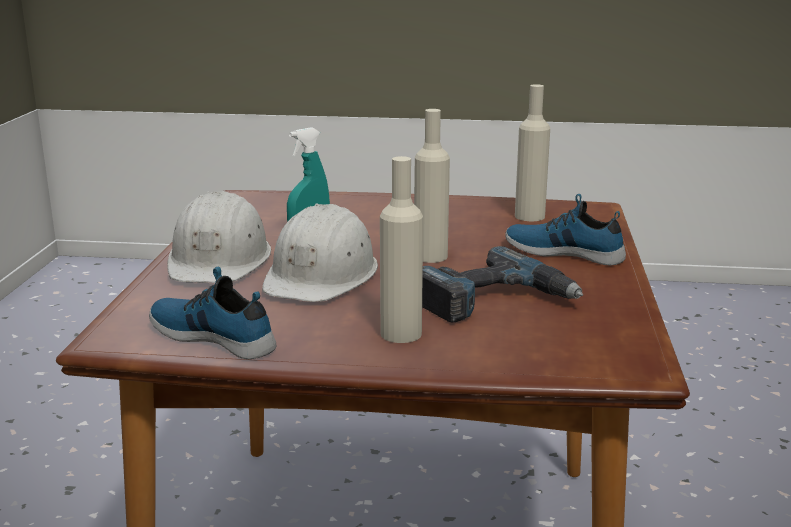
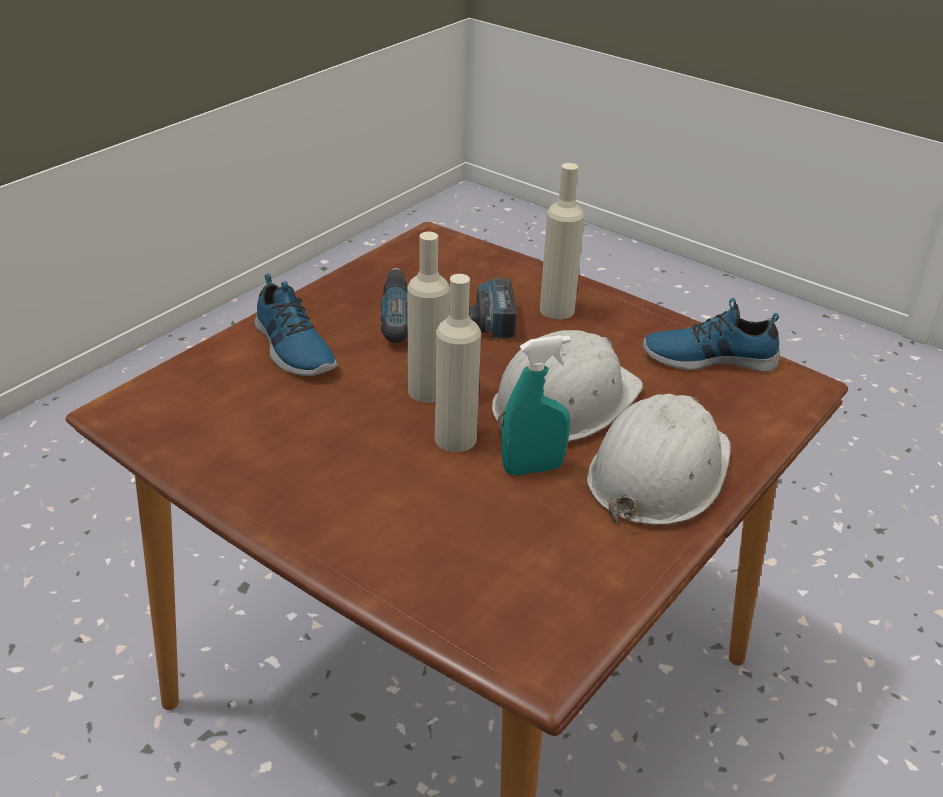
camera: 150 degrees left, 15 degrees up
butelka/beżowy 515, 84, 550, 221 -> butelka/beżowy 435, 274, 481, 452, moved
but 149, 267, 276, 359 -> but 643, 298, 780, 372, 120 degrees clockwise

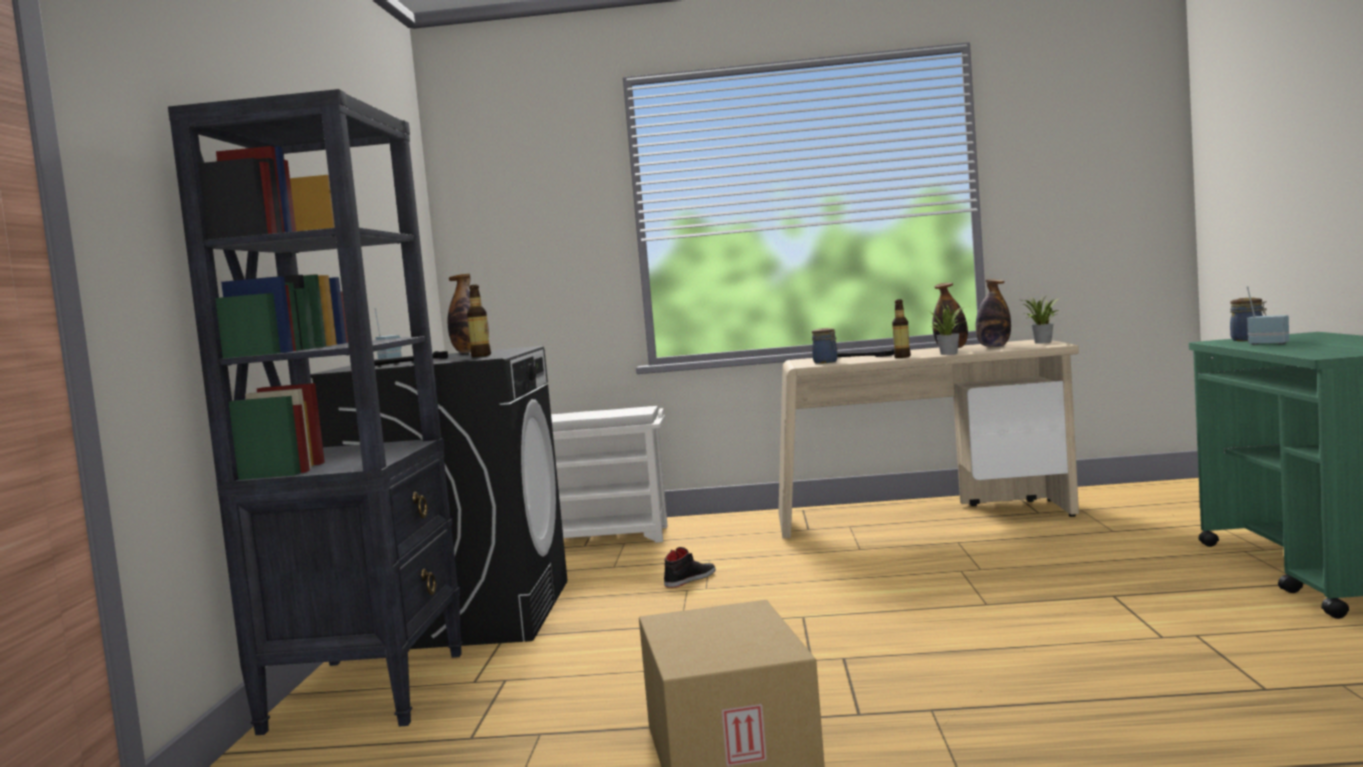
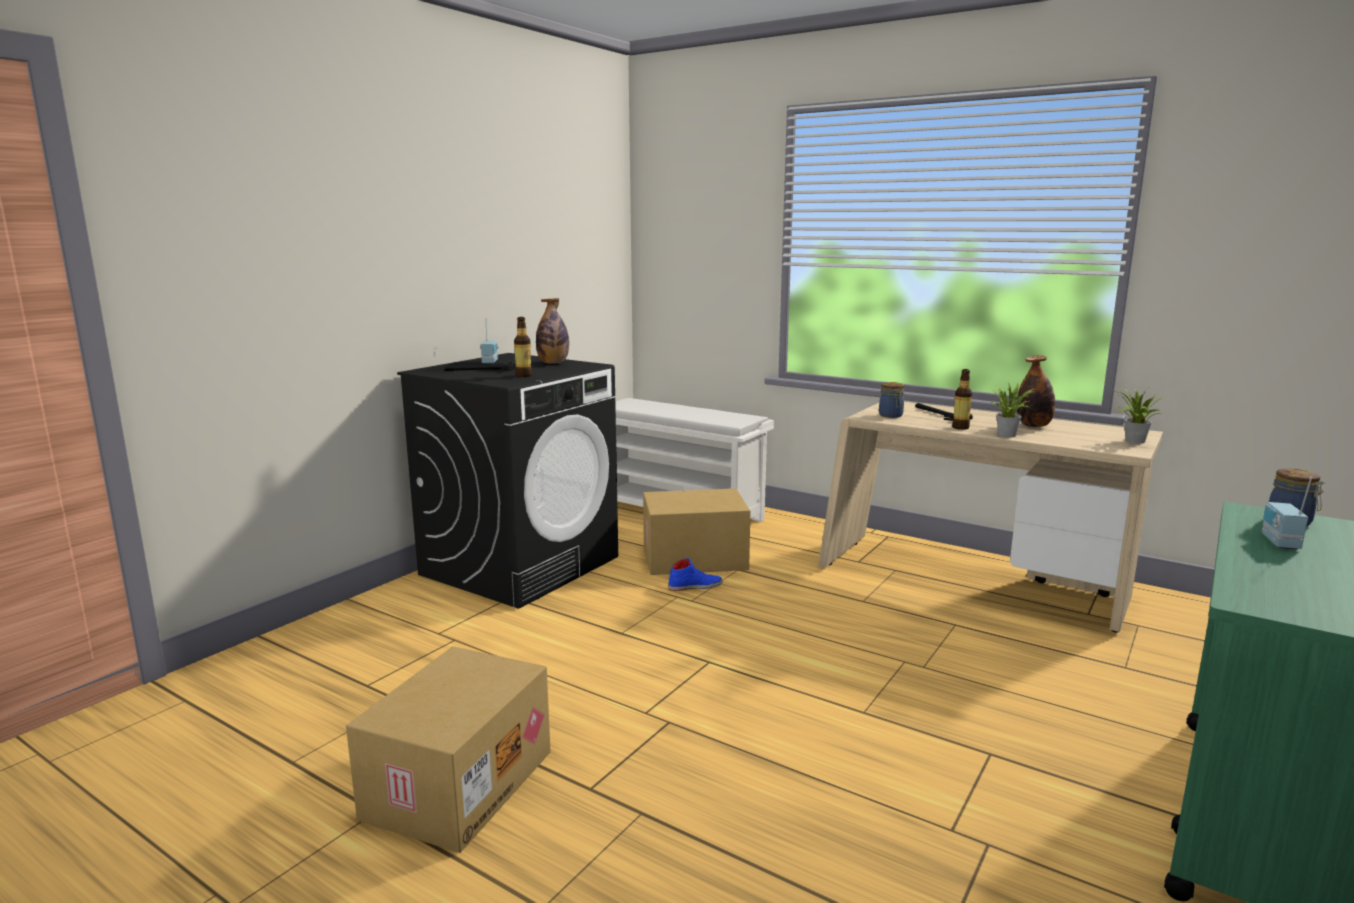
camera: 30 degrees right, 10 degrees up
regał/czarny 168, 89, 463, 735 -> none
butelka 976, 280, 1011, 347 -> none
radio 1247, 286, 1289, 345 -> radio 1262, 477, 1313, 550, 150 degrees counterclockwise
but/czarny 664, 547, 716, 588 -> but/niebieski 668, 558, 723, 591
none -> karton 643, 488, 751, 575

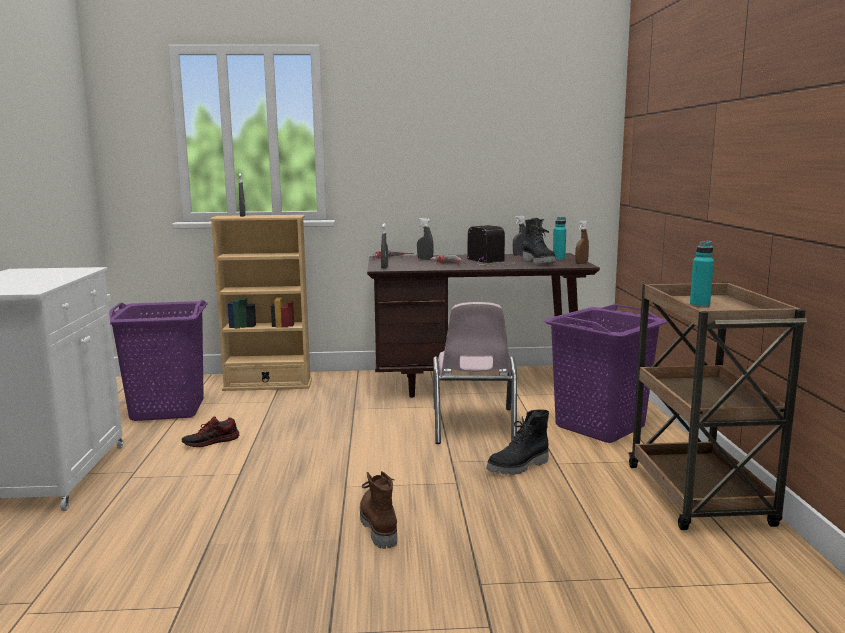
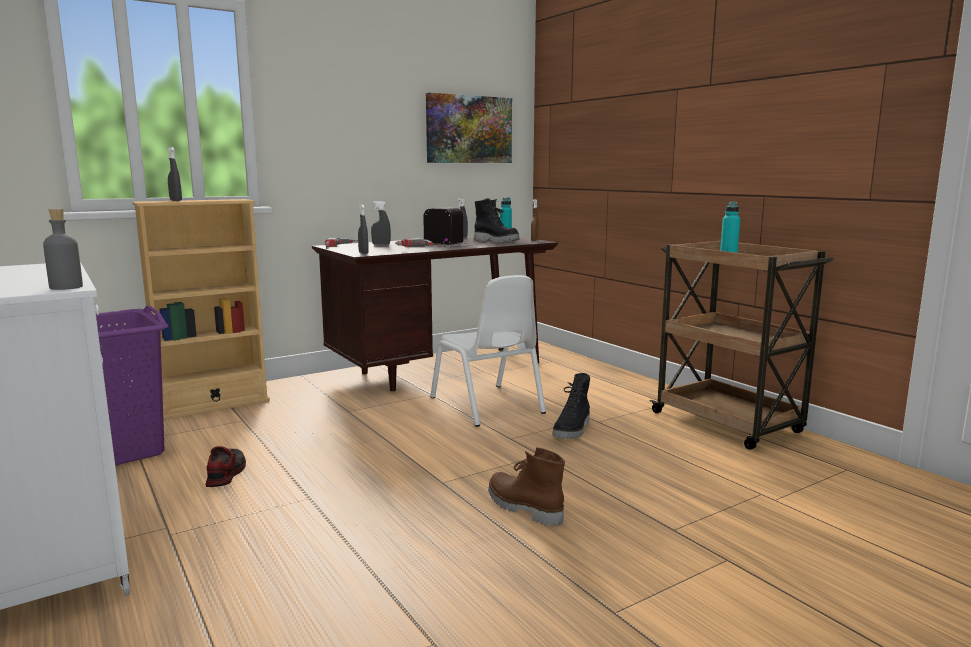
camera: 30 degrees left, 0 degrees up
krzesło/różowy 433, 302, 517, 444 -> krzesło/biały 430, 275, 546, 427
kosz na pranie/fioletowy 544, 304, 668, 443 -> none
but 182, 416, 239, 447 -> but 206, 446, 246, 487, 150 degrees clockwise
none -> obraz 426, 93, 512, 163
none -> butelka/szary 43, 209, 83, 290

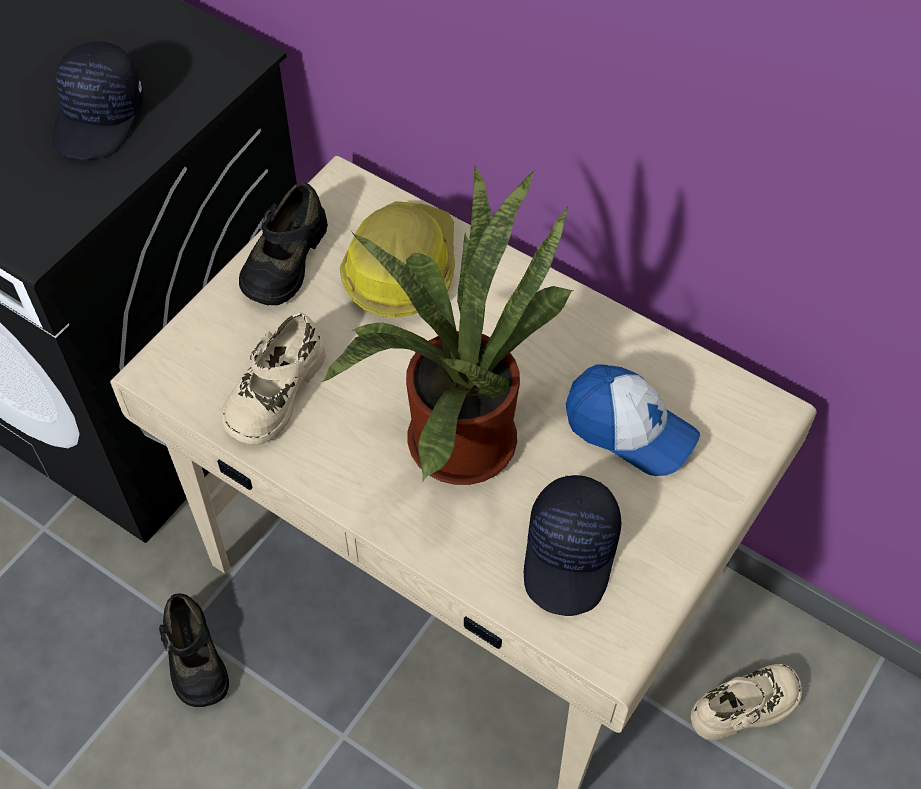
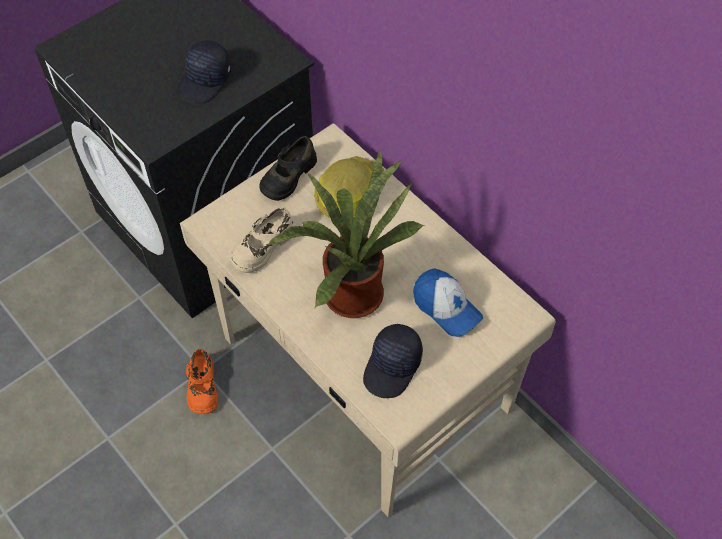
camera: 15 degrees right, 0 degrees up
but/czarny 159, 593, 229, 707 -> but/pomarańczowy 186, 349, 218, 414
but/beżowy 690, 664, 802, 740 -> none

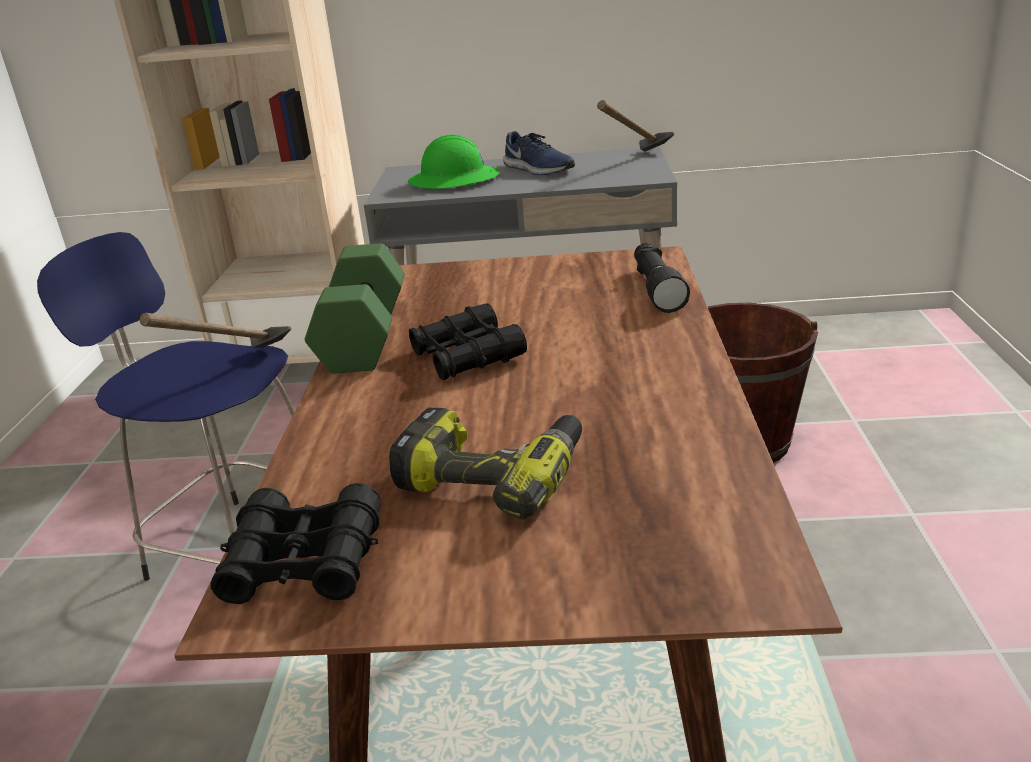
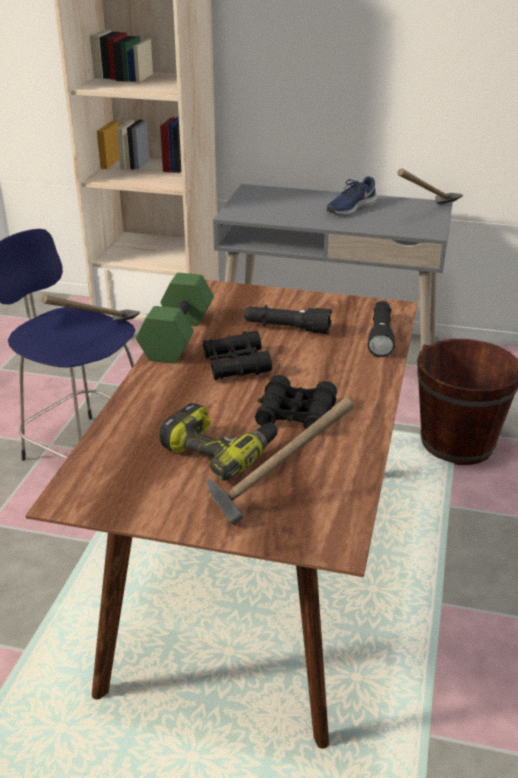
camera: 10 degrees right, 5 degrees up
but/niebieski 503, 131, 575, 175 -> but/niebieski 326, 176, 377, 216, 75 degrees clockwise
kask/zielony 408, 135, 500, 189 -> none
lornetka/czarny 211, 483, 381, 604 -> lornetka/czarny 255, 375, 337, 430, moved
none -> latarka/czarny 244, 305, 332, 334
none -> młotek 206, 397, 355, 525

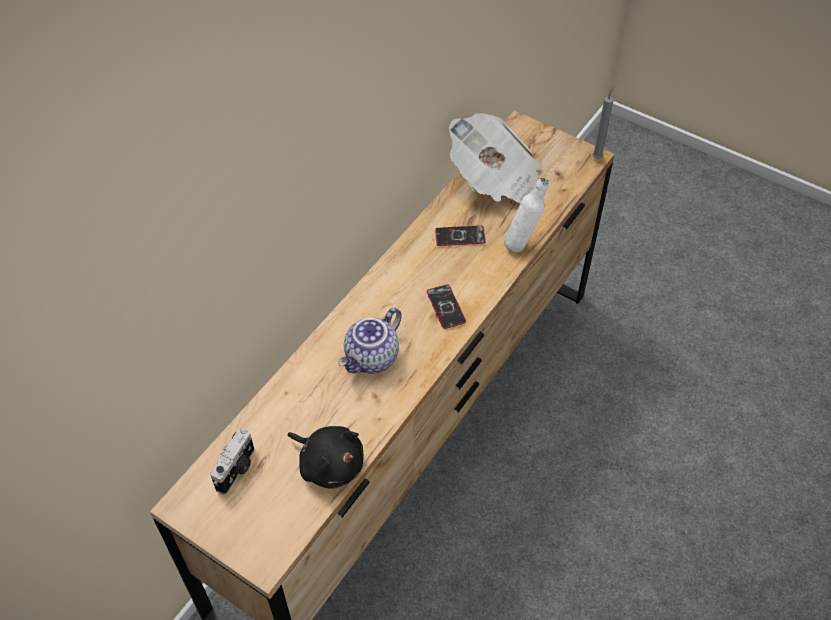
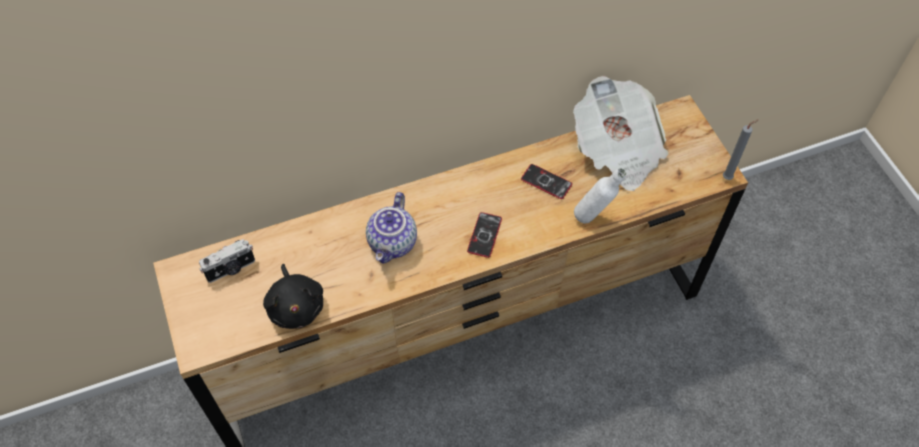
camera: 35 degrees right, 5 degrees up
imbryk 338, 308, 402, 374 -> imbryk 366, 192, 417, 263, 60 degrees counterclockwise

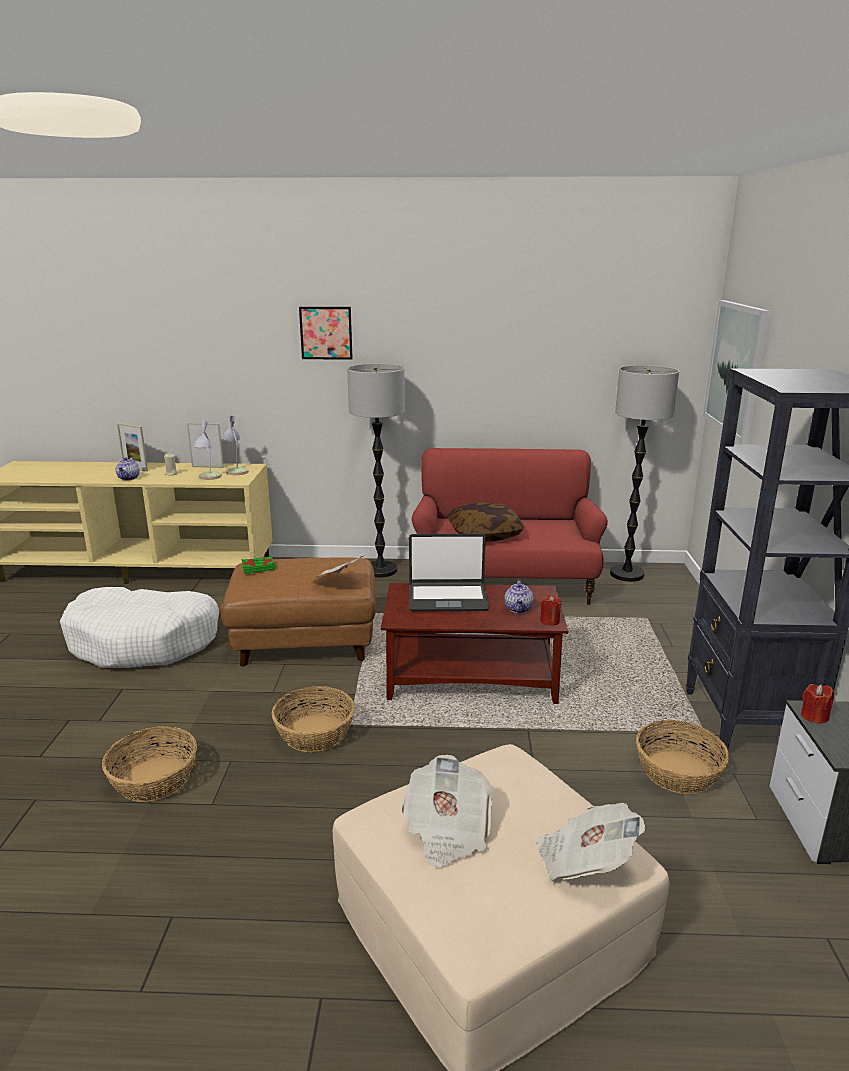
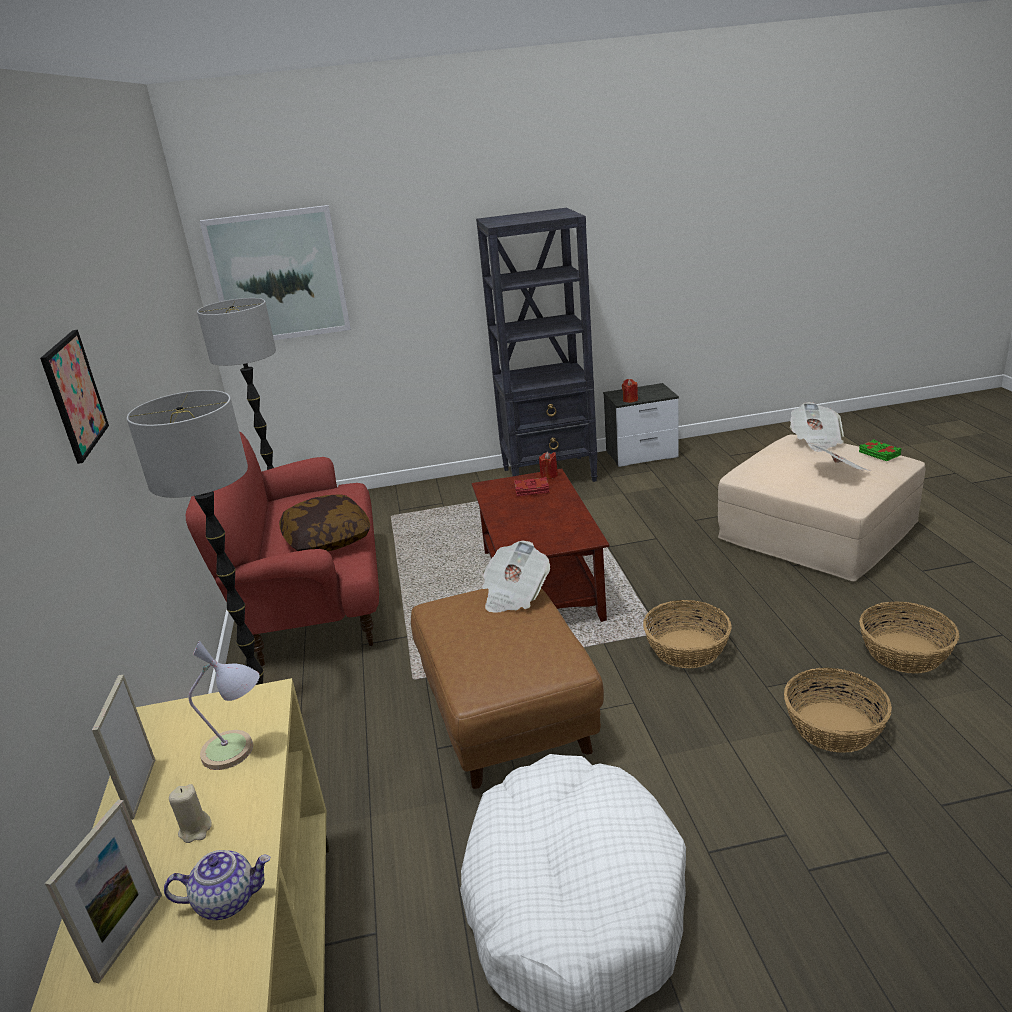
camera: 100 degrees left, 5 degrees up
lampa stołowa 223, 416, 249, 475 -> none
laptop 409, 534, 489, 612 -> none
książka/zielony 241, 556, 275, 574 -> książka/zielony 859, 439, 902, 461, moved
imbryk 504, 580, 534, 613 -> książka/czerwony 514, 477, 549, 496
koszyk 636, 720, 729, 794 -> koszyk 859, 602, 959, 674, moved

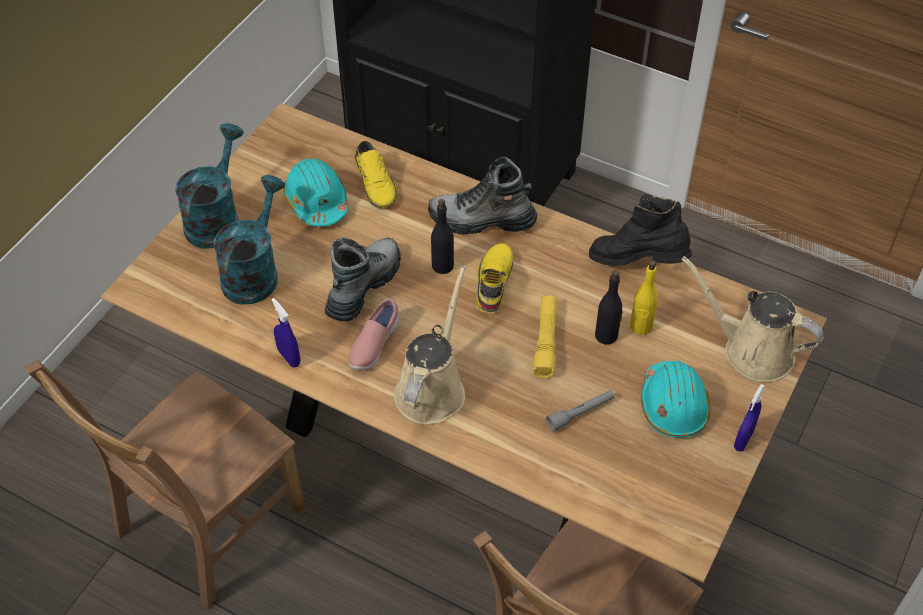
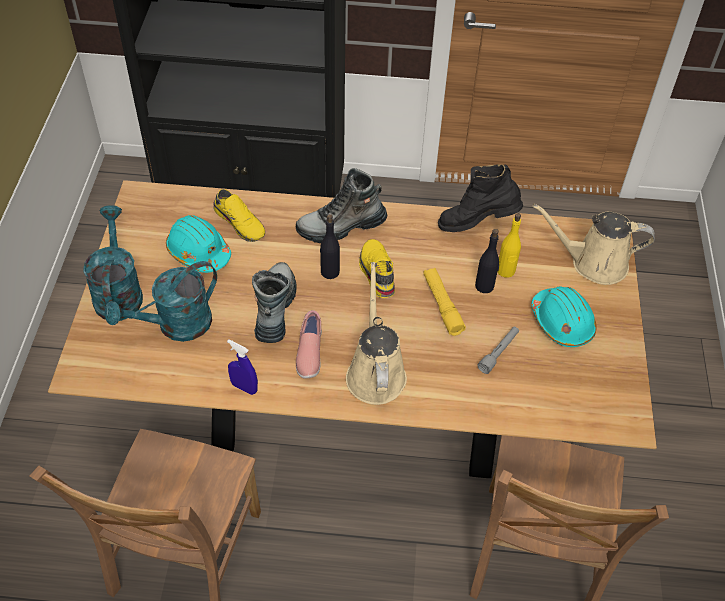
camera: 25 degrees left, 0 degrees up
konewka/turkusowy 214, 175, 285, 305 -> konewka/turkusowy 105, 261, 217, 342, 120 degrees counterclockwise
spryskiwacz/niebieski 734, 384, 765, 452 -> none

